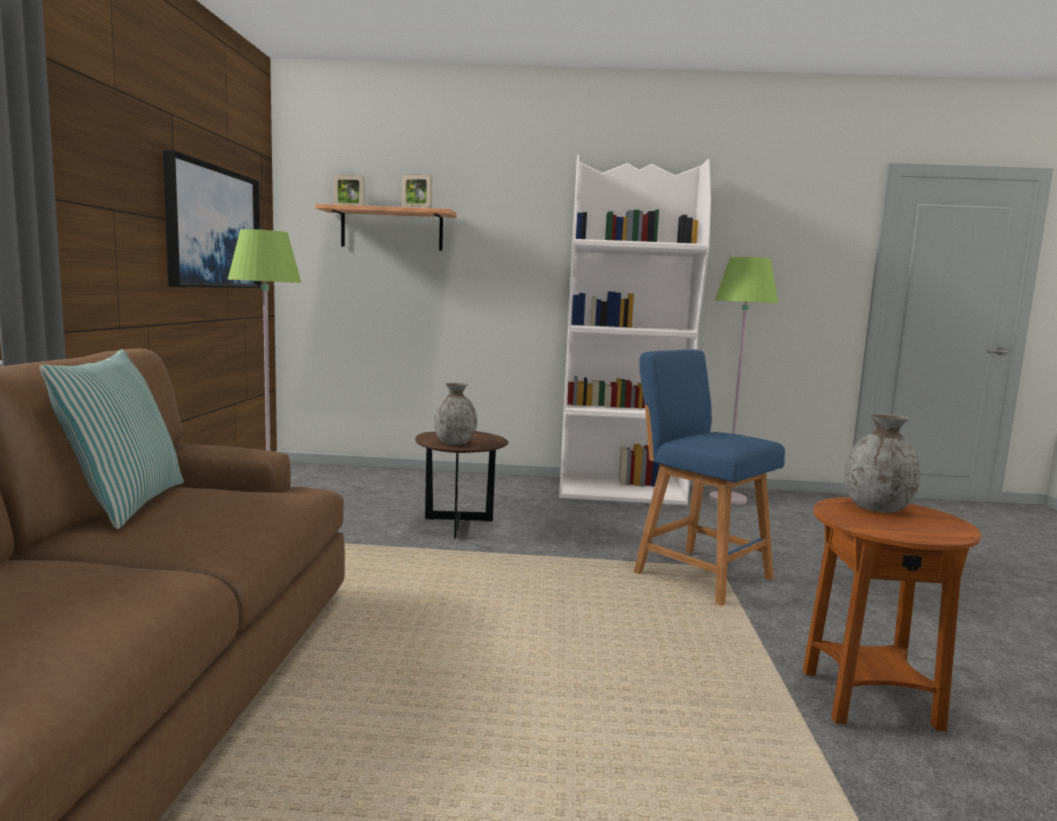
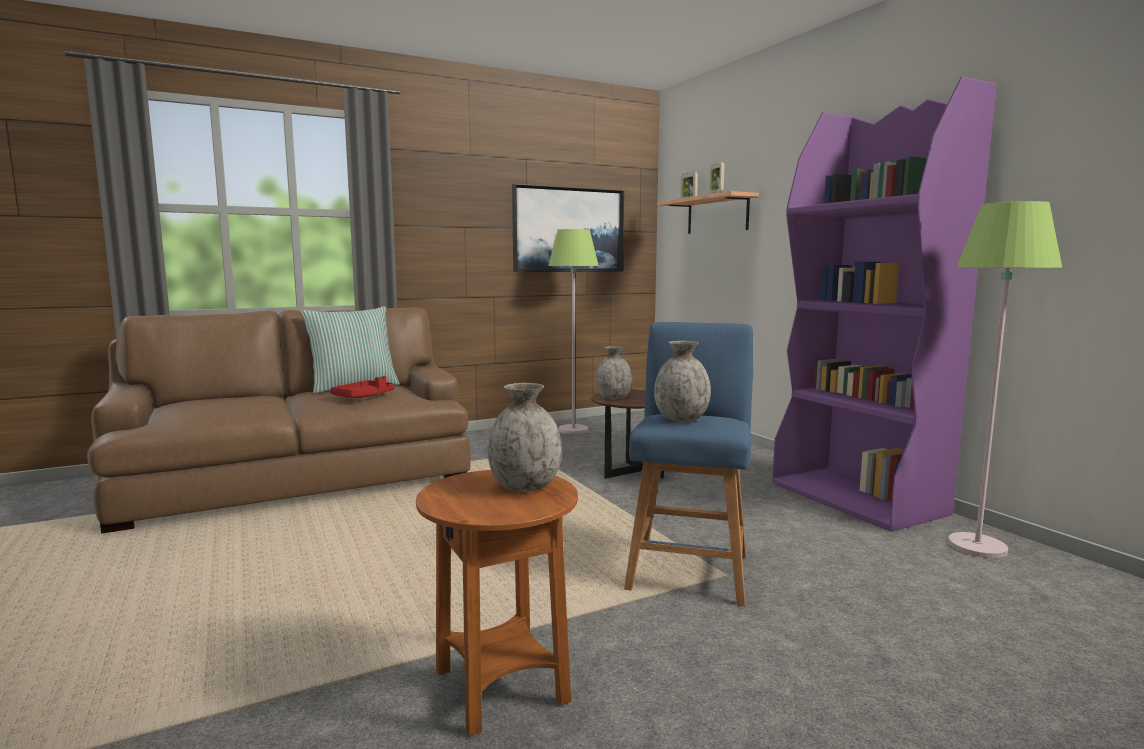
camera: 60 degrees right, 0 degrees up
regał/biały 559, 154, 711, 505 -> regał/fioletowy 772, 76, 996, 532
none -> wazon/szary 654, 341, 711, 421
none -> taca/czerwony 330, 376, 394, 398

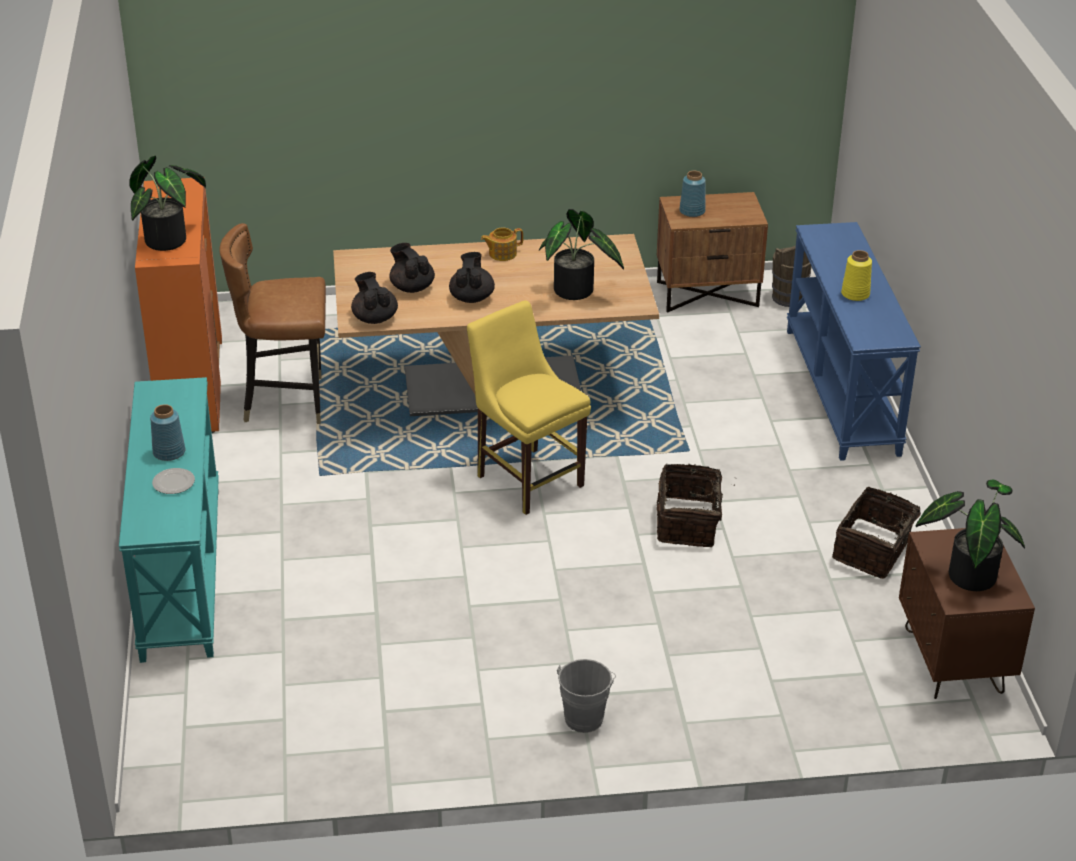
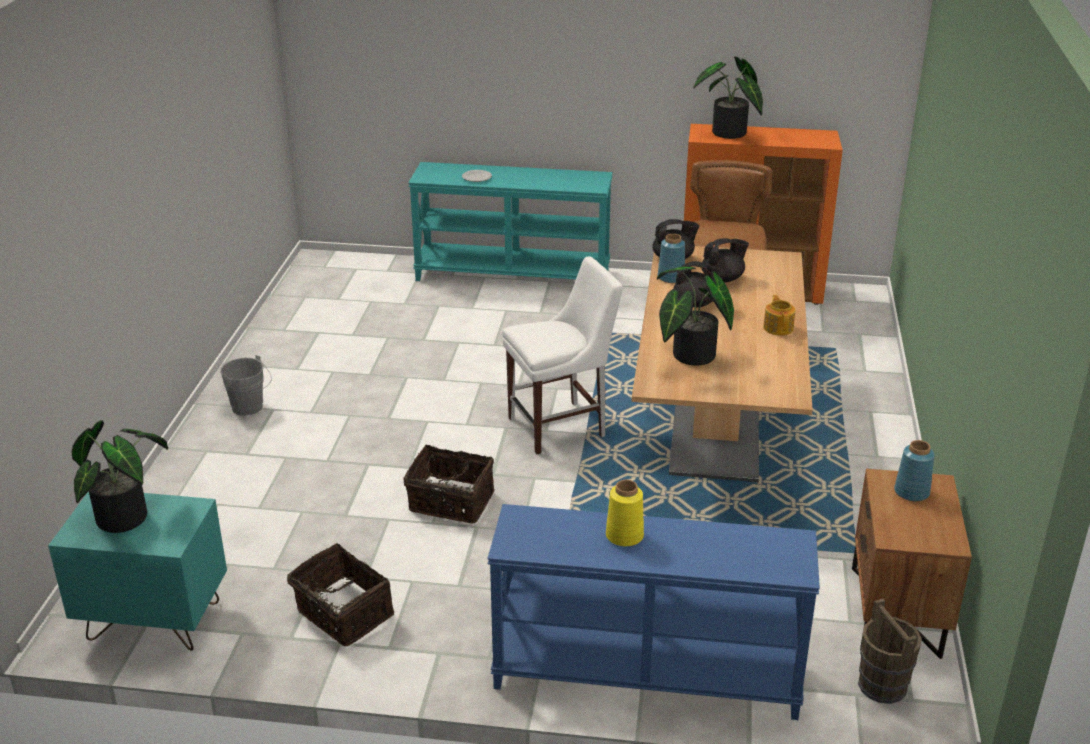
camera: 105 degrees right, 5 degrees down
krzesło/żółty 467, 300, 591, 515 -> krzesło/biały 502, 256, 623, 454
wazon/niebieski 150, 404, 185, 461 -> wazon/niebieski 658, 234, 685, 283, moved
szafka nocna/brązowy 899, 528, 1035, 699 -> szafka nocna/turkusowy 48, 491, 227, 651

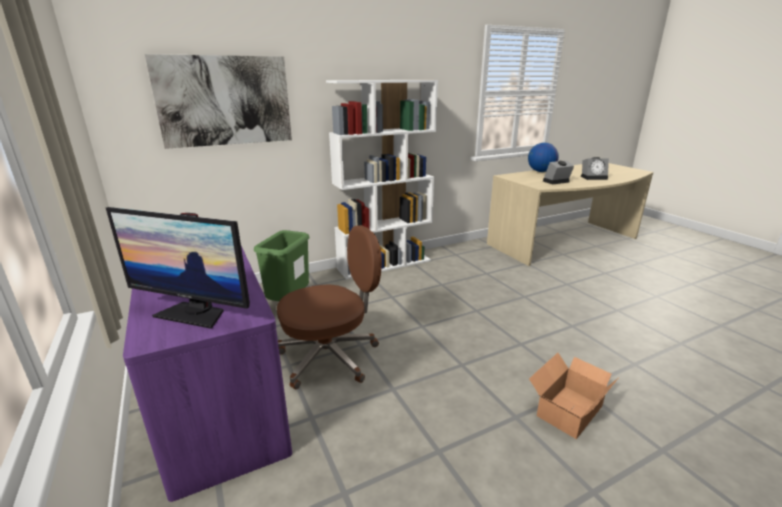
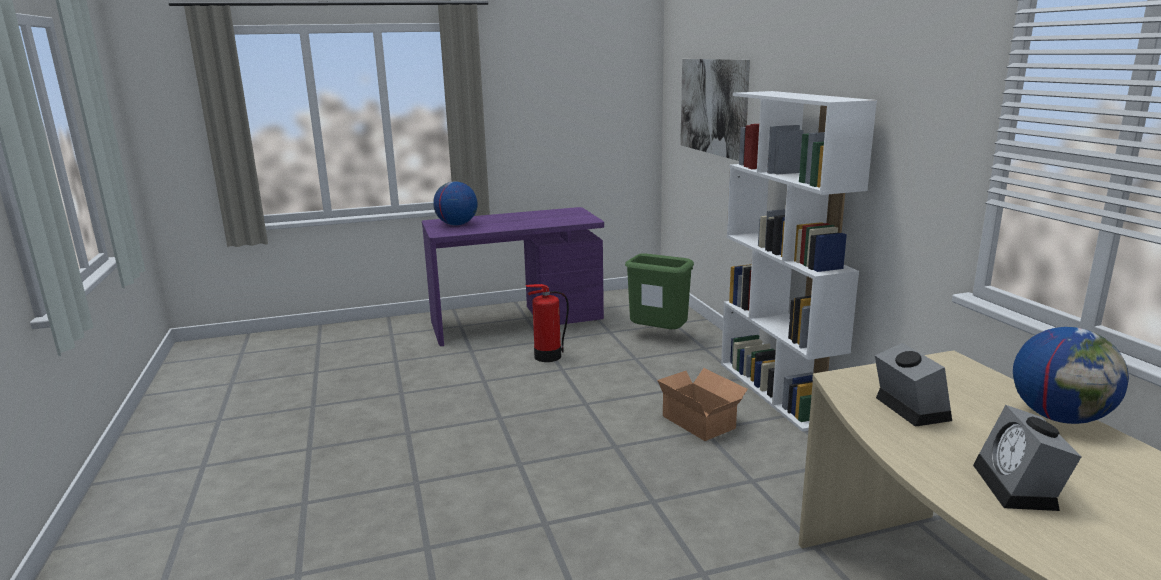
camera: 100 degrees right, 5 degrees down
monitor 106, 207, 250, 329 -> globus 433, 181, 478, 226
krzesło biurowe/brązowy 277, 225, 382, 389 -> gaśnica 526, 284, 569, 362
karton 529, 353, 618, 439 -> karton 657, 368, 748, 441, moved

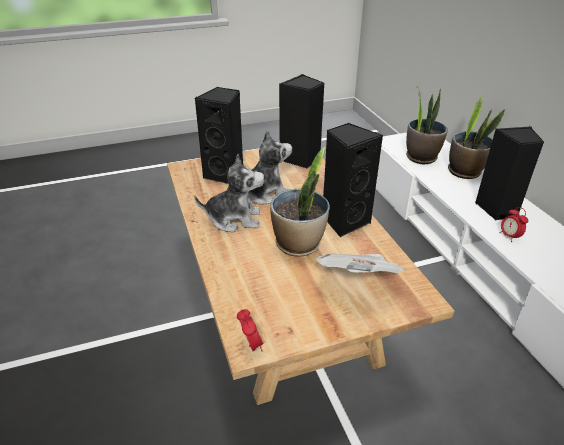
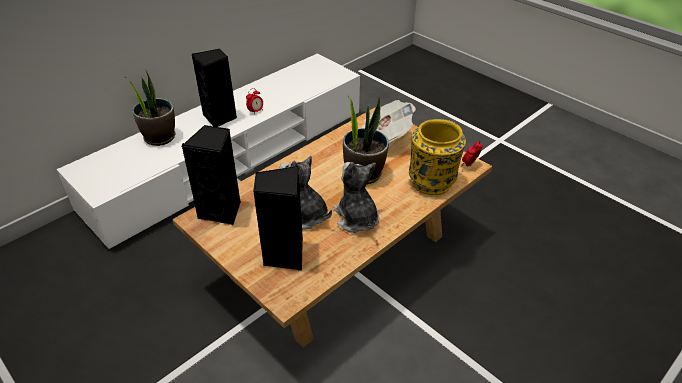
camera: 115 degrees left, 5 degrees up
roślina doniczkowa 406, 87, 448, 164 -> none
głośnik/czarny 323, 123, 383, 237 -> none
none -> wazon/żółty 409, 119, 466, 195

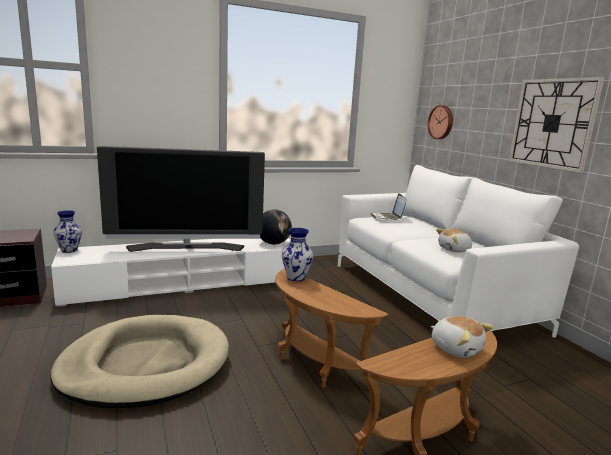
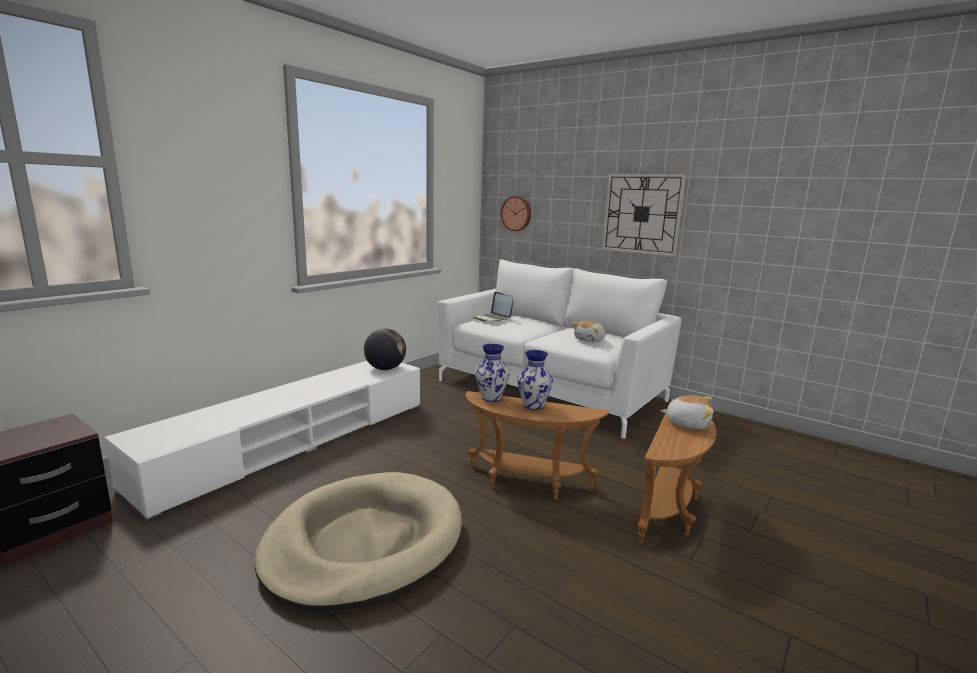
camera: 30 degrees left, 0 degrees up
telewizor 97, 146, 265, 252 -> none
wazon 53, 210, 82, 253 -> wazon 517, 350, 553, 410, moved

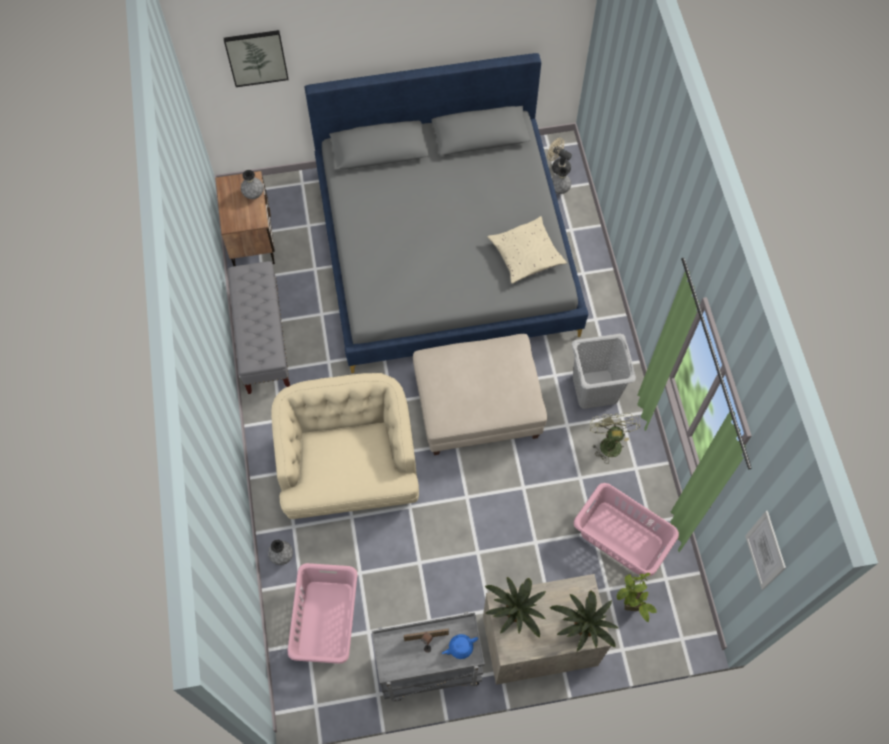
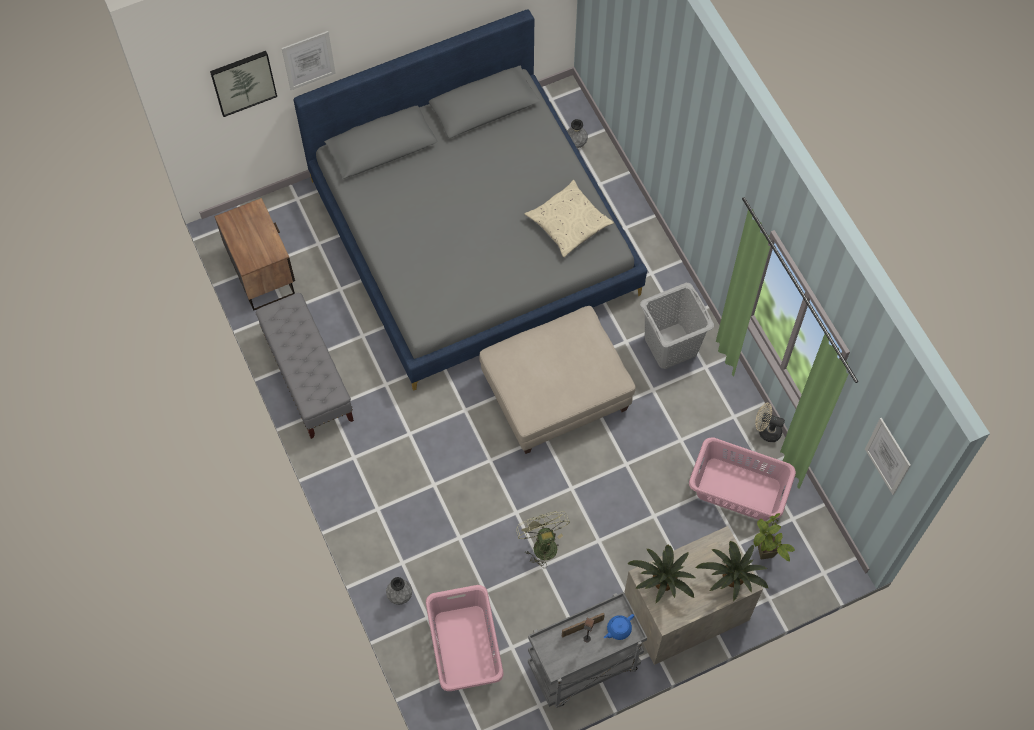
camera: 15 degrees left, 0 degrees up
wentylator/beżowy 547, 138, 572, 174 -> wentylator/beżowy 755, 403, 785, 442, moved
wazon/szary 241, 170, 264, 199 -> none
fotel/beżowy 271, 373, 419, 519 -> none
wentylator/zielony 590, 413, 640, 464 -> wentylator/zielony 516, 511, 570, 568, moved
none -> obraz 282, 31, 336, 90

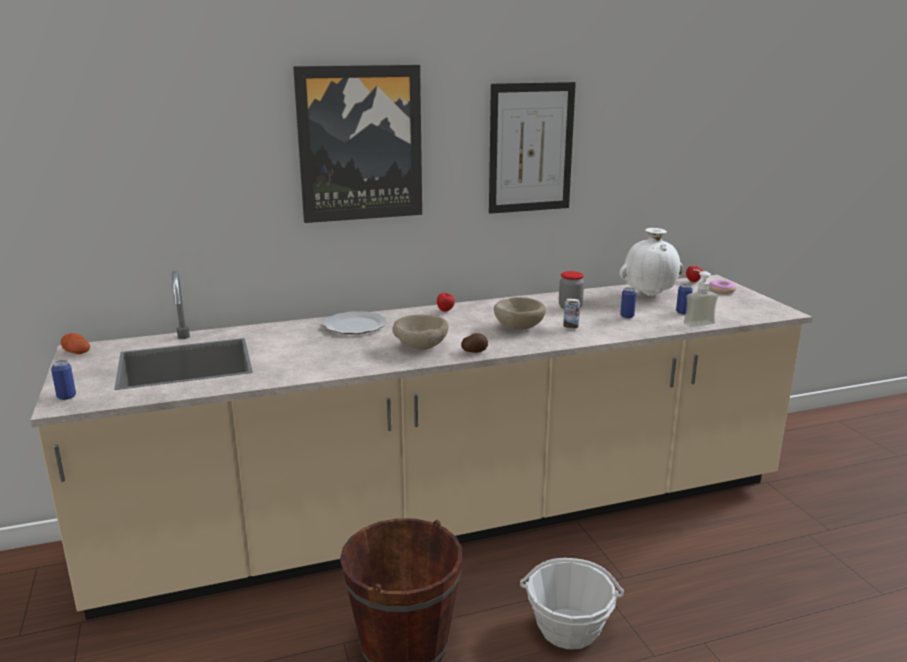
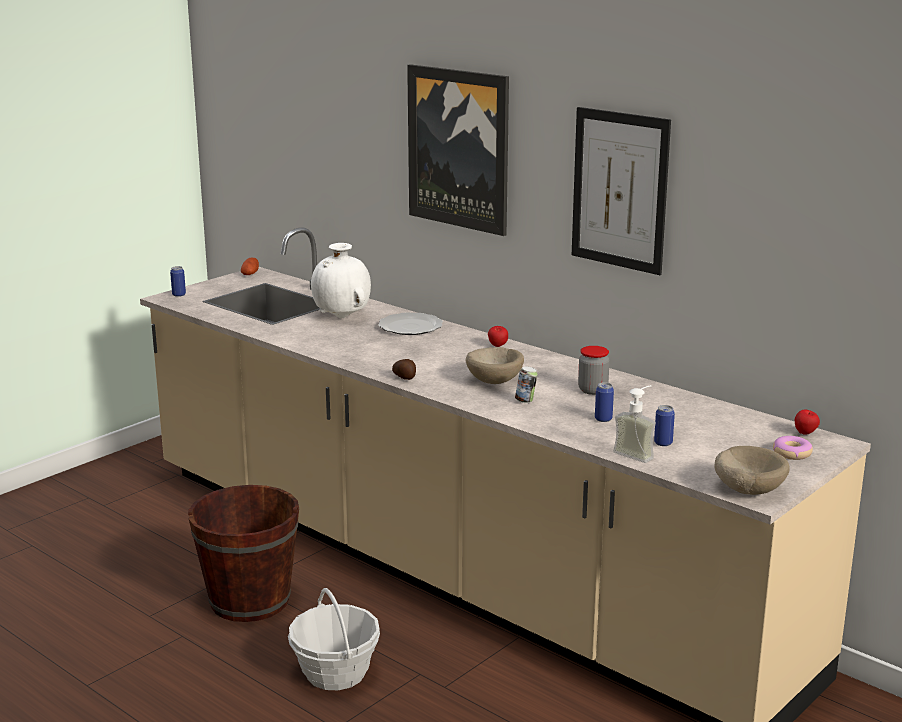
camera: 60 degrees right, 0 degrees up
wazon/biały 620, 228, 684, 296 -> wazon/biały 311, 243, 371, 318, moved
miska/beżowy 392, 315, 448, 350 -> miska/beżowy 715, 446, 790, 495, moved

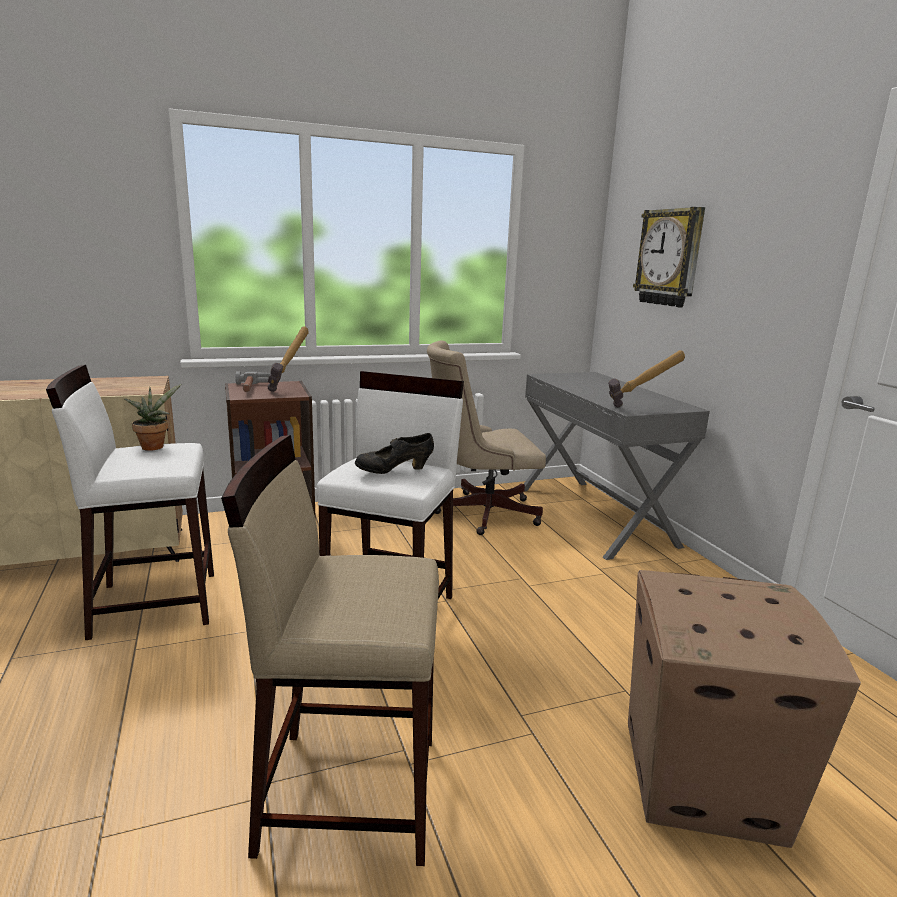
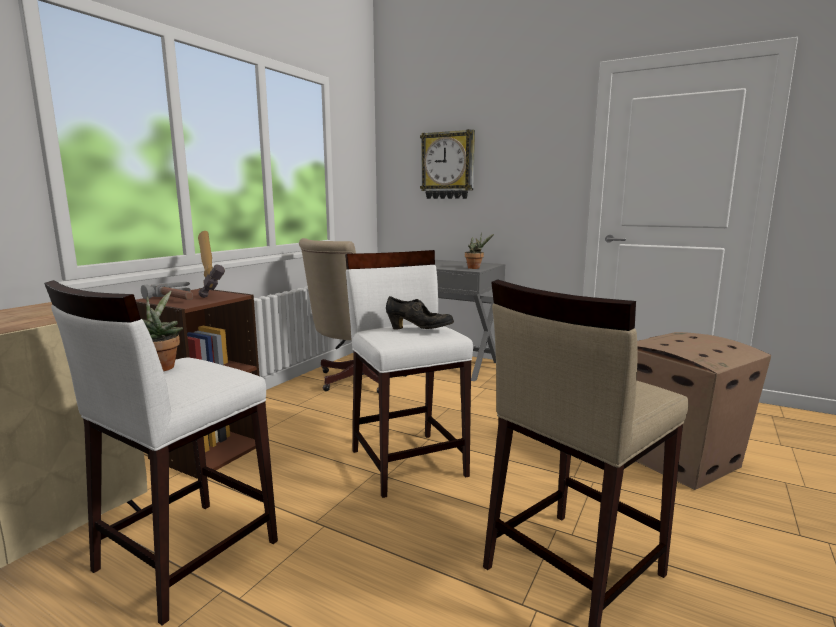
camera: 40 degrees left, 5 degrees down
młotek 608, 350, 685, 407 -> roślina doniczkowa 465, 233, 494, 269
but/czarny 355, 433, 434, 474 -> but/czarny 386, 296, 454, 329, 105 degrees counterclockwise

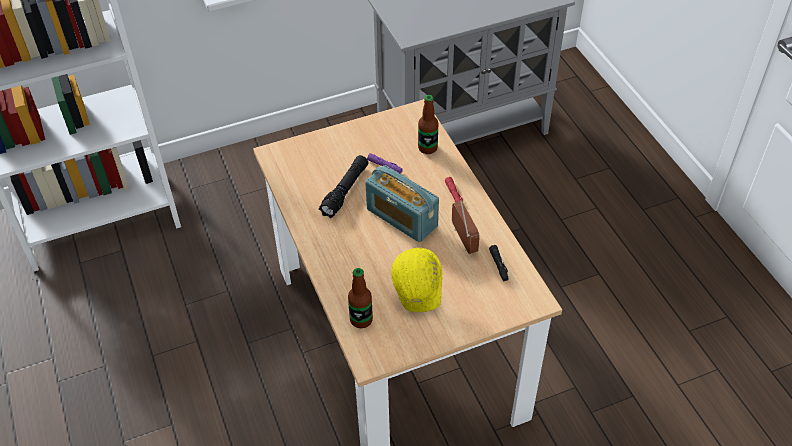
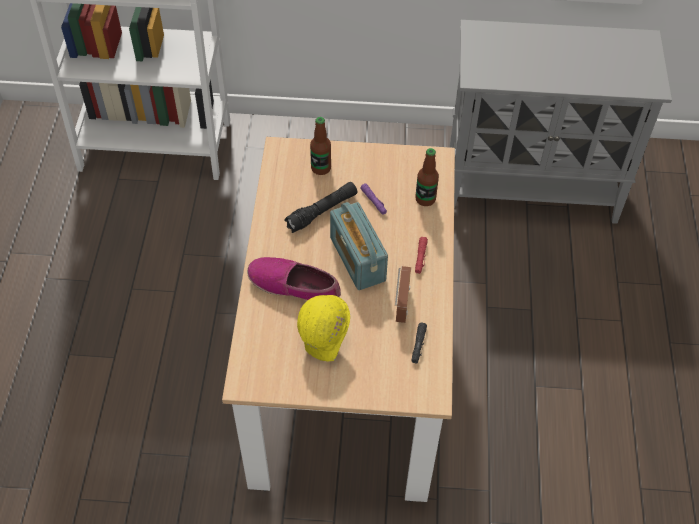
camera: 25 degrees right, 5 degrees up
butelka 348, 268, 373, 328 -> butelka 310, 117, 331, 175, moved
none -> but 247, 257, 341, 300

